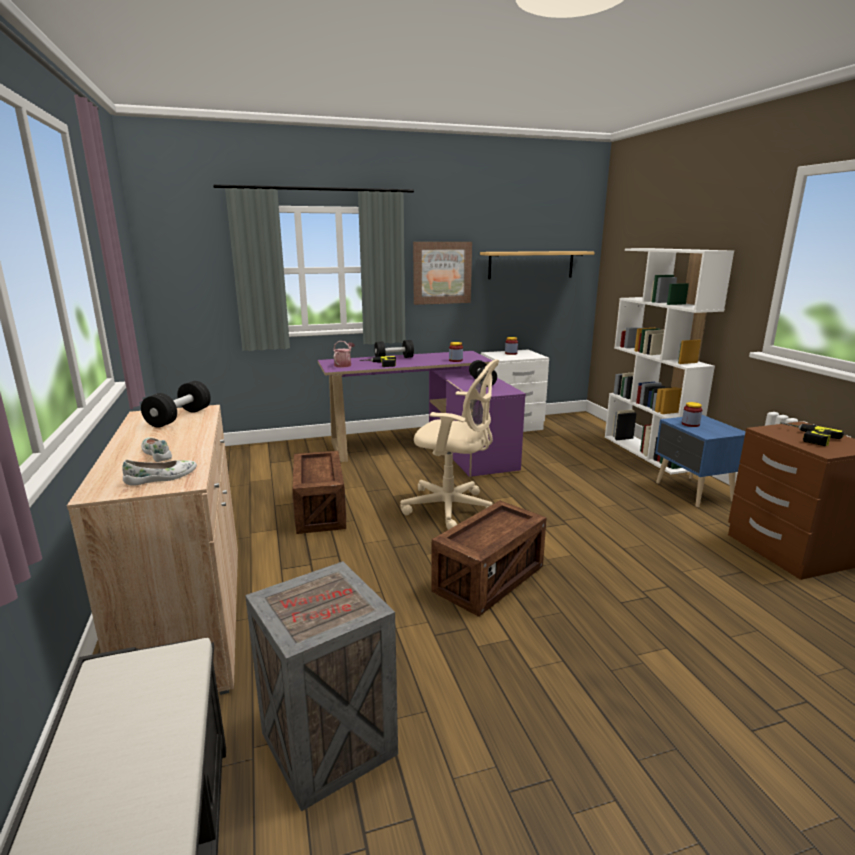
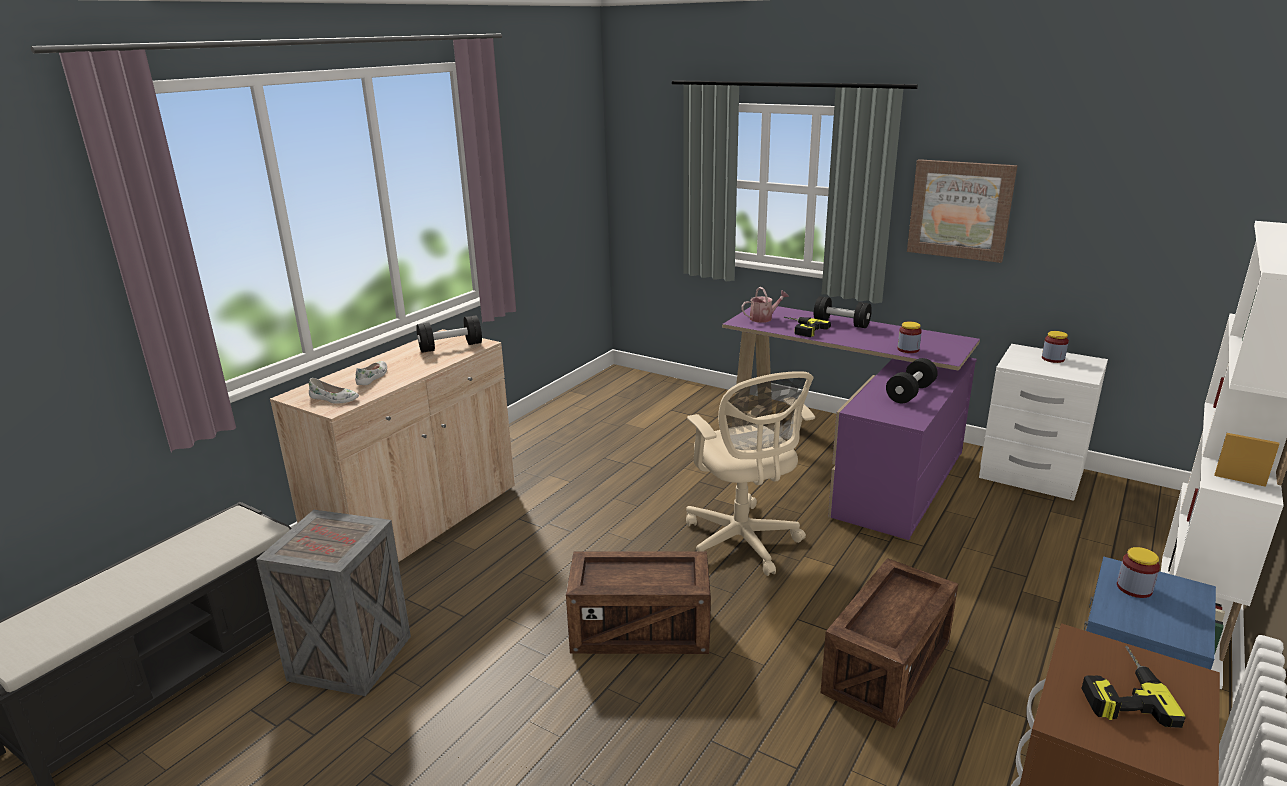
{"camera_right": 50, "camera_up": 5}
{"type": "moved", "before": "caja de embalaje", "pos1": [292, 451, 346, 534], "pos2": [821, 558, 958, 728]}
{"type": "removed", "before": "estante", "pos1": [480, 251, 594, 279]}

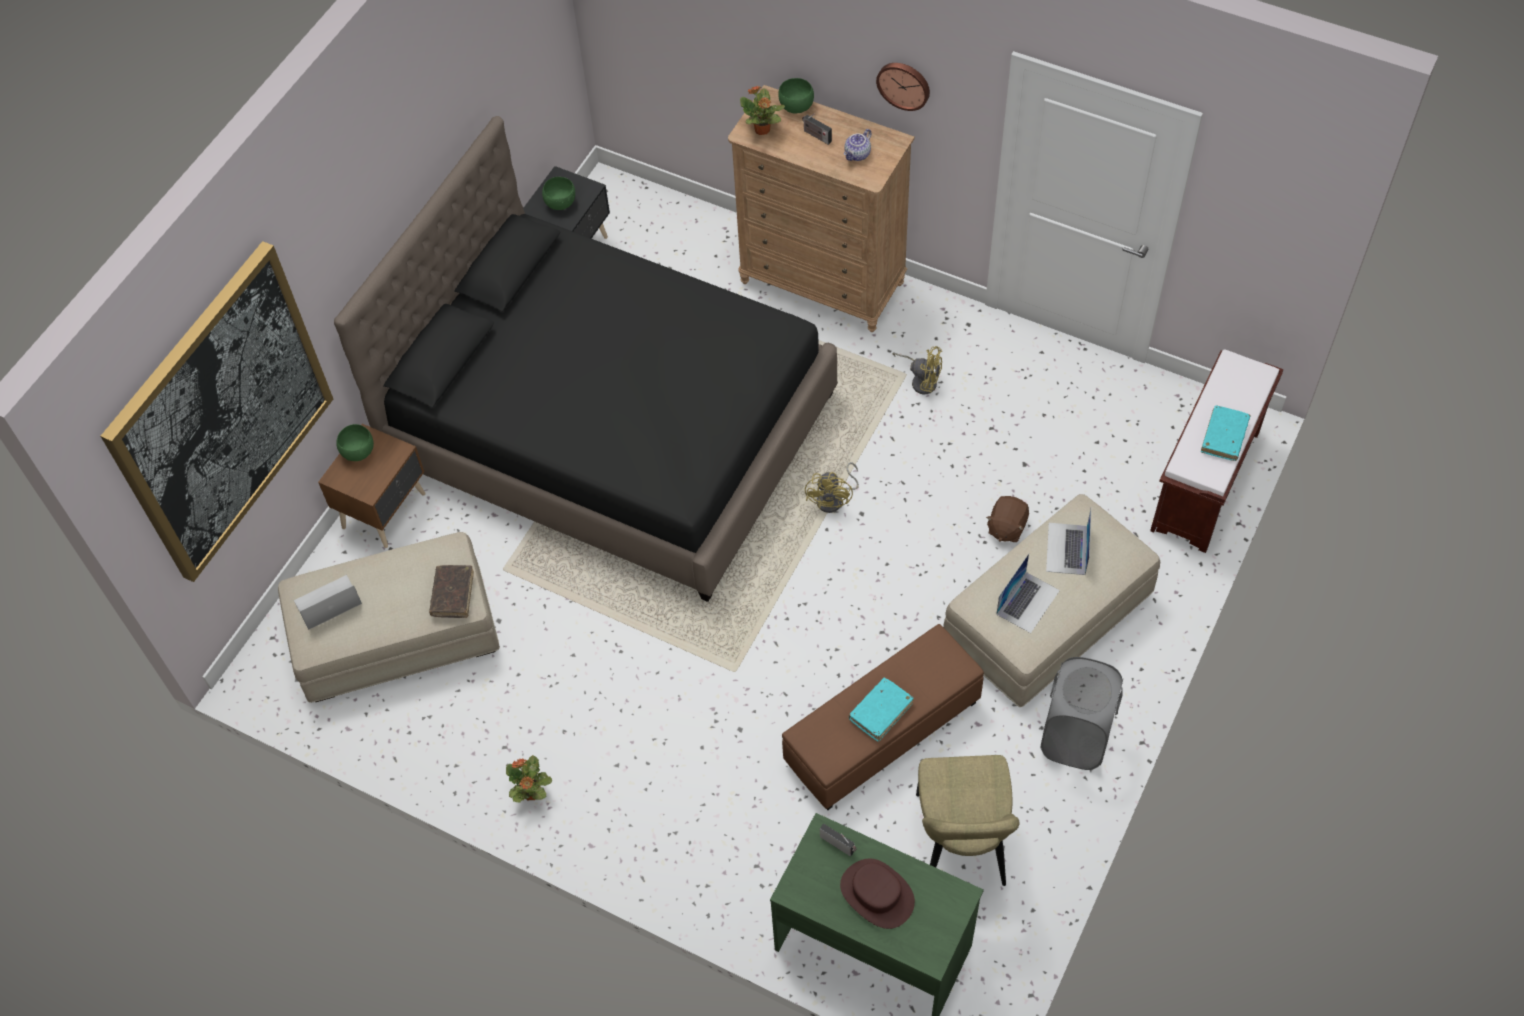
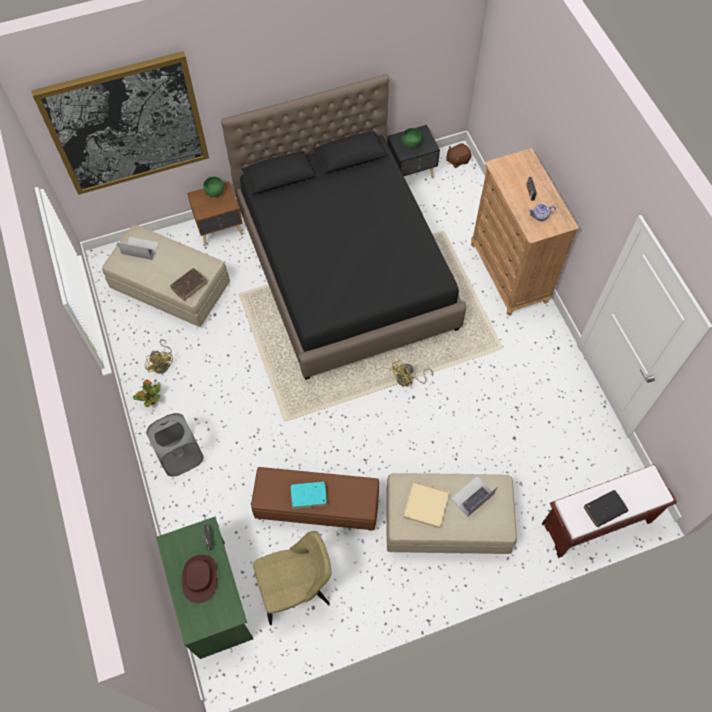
{"camera_right": 40, "camera_up": 5}
{"type": "removed", "before": "planta en maceta", "pos1": [740, 86, 785, 135]}
{"type": "removed", "before": "cuenco/verde", "pos1": [778, 78, 814, 114]}
{"type": "removed", "before": "reloj de pared", "pos1": [876, 63, 930, 111]}
{"type": "moved", "before": "ventilador/amarillo", "pos1": [892, 346, 942, 395], "pos2": [145, 339, 173, 374]}
{"type": "turned", "before": "silla/beis", "pos1": [916, 755, 1019, 886], "pos2": [253, 531, 331, 625], "turn": -150}
{"type": "moved", "before": "peluche/marrón", "pos1": [986, 496, 1029, 542], "pos2": [446, 143, 472, 168]}
{"type": "replaced", "before": "portátil", "after": "bandeja/beis", "pos1": [996, 554, 1060, 633], "pos2": [403, 481, 449, 528]}
{"type": "moved", "before": "cesto de la ropa/gris", "pos1": [1040, 657, 1123, 770], "pos2": [146, 413, 204, 477]}
{"type": "recoloured", "before": "libro/turquesa", "after": "libro/negro", "pos1": [1201, 406, 1251, 461], "pos2": [584, 490, 629, 527]}

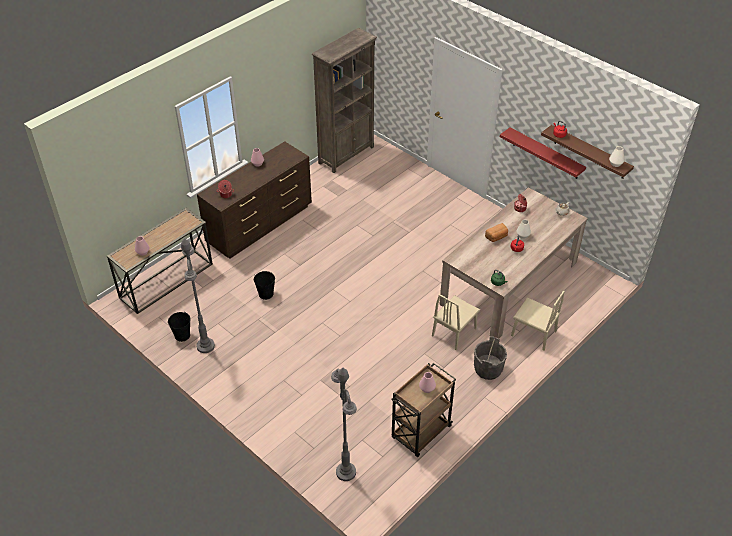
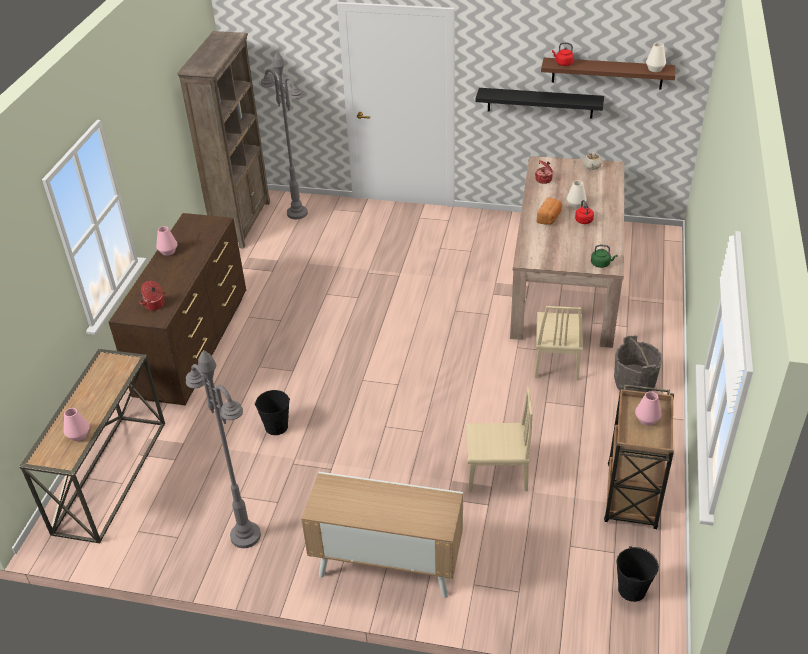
{"camera_right": -30, "camera_up": -5}
{"type": "moved", "before": "cubo/negro", "pos1": [168, 312, 191, 342], "pos2": [617, 546, 659, 602]}
{"type": "moved", "before": "lámpara de pie/gris", "pos1": [331, 368, 357, 481], "pos2": [261, 52, 308, 219]}
{"type": "recoloured", "before": "estante/rojo", "after": "estante/negro", "pos1": [500, 127, 586, 179], "pos2": [476, 88, 604, 119]}
{"type": "moved", "before": "silla/beis", "pos1": [511, 290, 565, 351], "pos2": [466, 387, 532, 492]}
{"type": "added", "after": "armario", "pos2": [301, 472, 463, 598]}

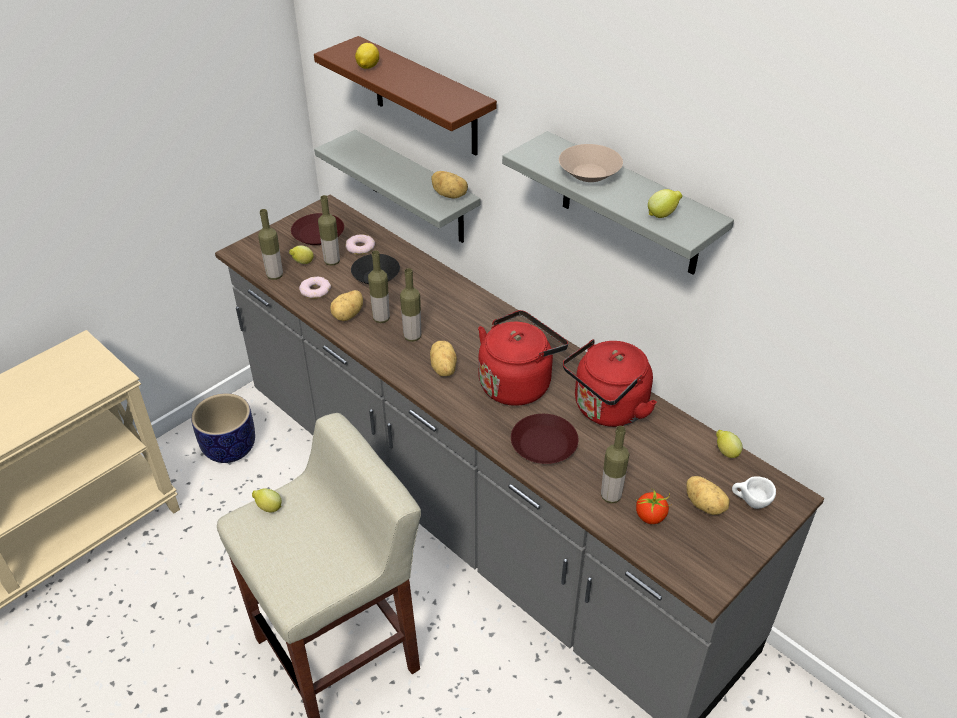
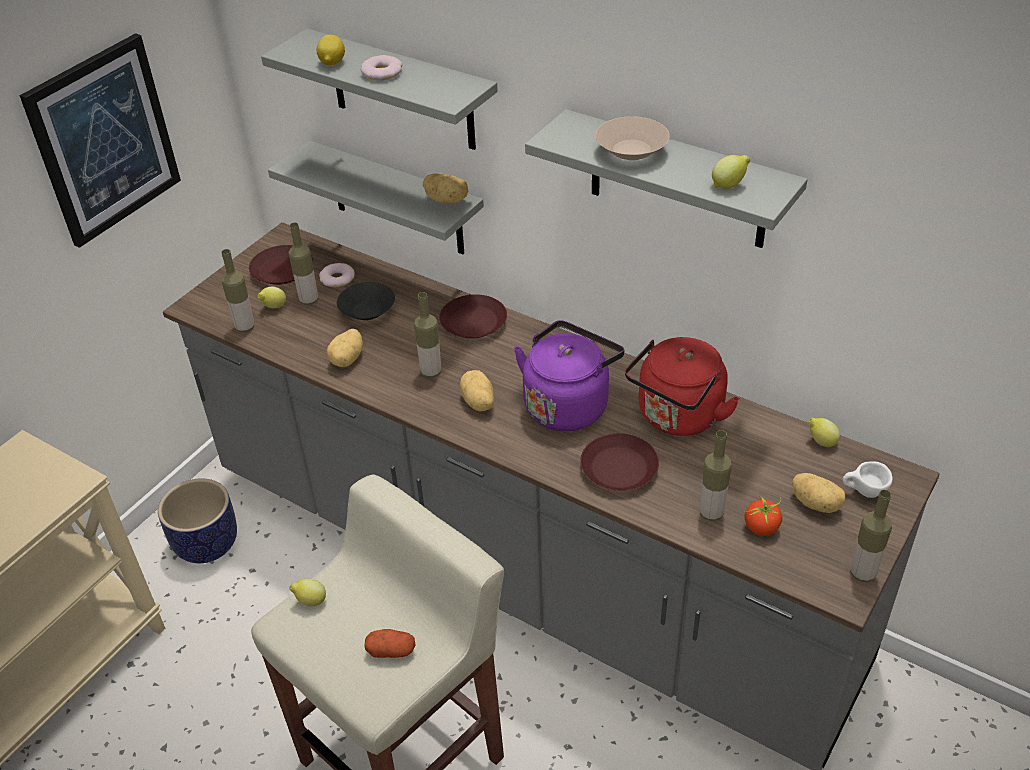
{"camera_right": -10, "camera_up": 0}
{"type": "moved", "before": "rosquilla", "pos1": [299, 277, 331, 299], "pos2": [361, 55, 403, 80]}
{"type": "recoloured", "before": "estante/marrón", "after": "estante/gris", "pos1": [314, 36, 497, 155], "pos2": [261, 29, 498, 150]}
{"type": "moved", "before": "botella", "pos1": [368, 250, 390, 323], "pos2": [851, 490, 892, 582]}
{"type": "recoloured", "before": "hervidor/rojo", "after": "hervidor/morado", "pos1": [478, 310, 568, 406], "pos2": [514, 320, 624, 431]}
{"type": "added", "after": "cuadro", "pos2": [19, 33, 181, 248]}
{"type": "added", "after": "patata", "pos2": [364, 629, 415, 658]}
{"type": "added", "after": "plato/marrón", "pos2": [439, 294, 507, 338]}

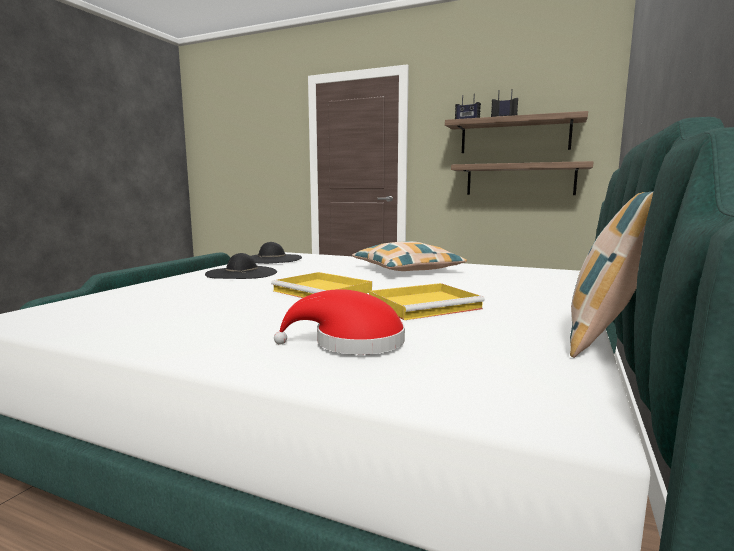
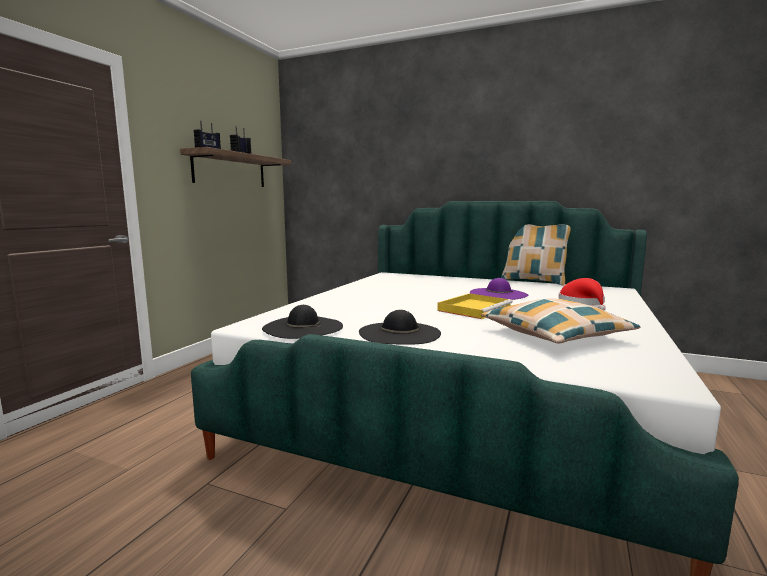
{"camera_right": -90, "camera_up": 0}
{"type": "moved", "before": "cojín", "pos1": [352, 241, 467, 271], "pos2": [482, 299, 640, 343]}
{"type": "replaced", "before": "bandeja/amarillo", "after": "sombrero/morado", "pos1": [369, 283, 485, 320], "pos2": [470, 278, 528, 300]}
{"type": "removed", "before": "estante", "pos1": [451, 161, 594, 195]}

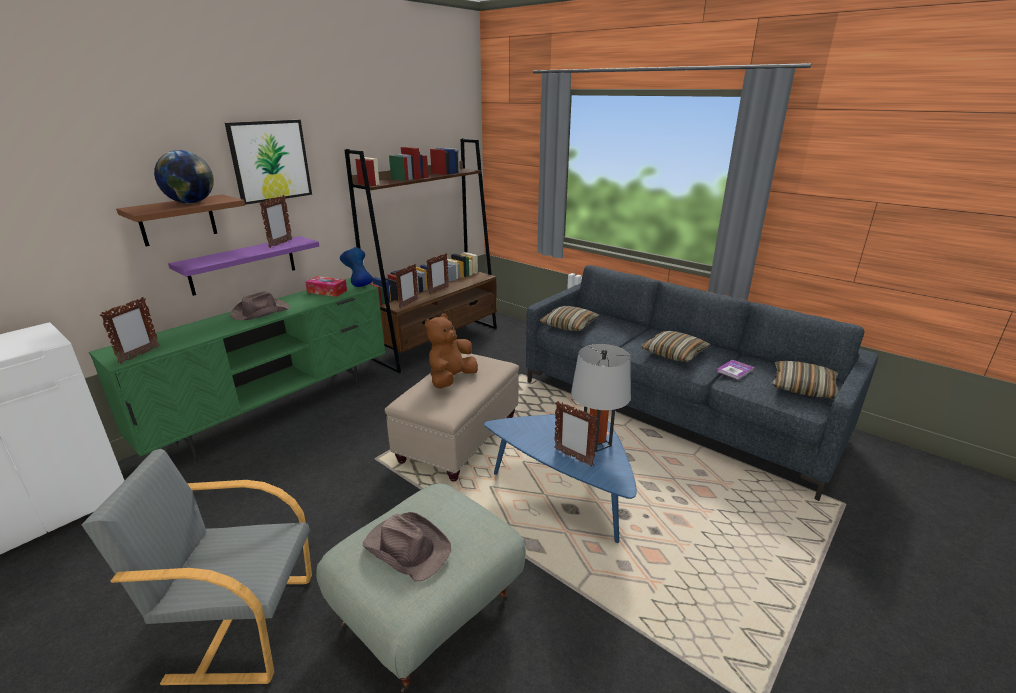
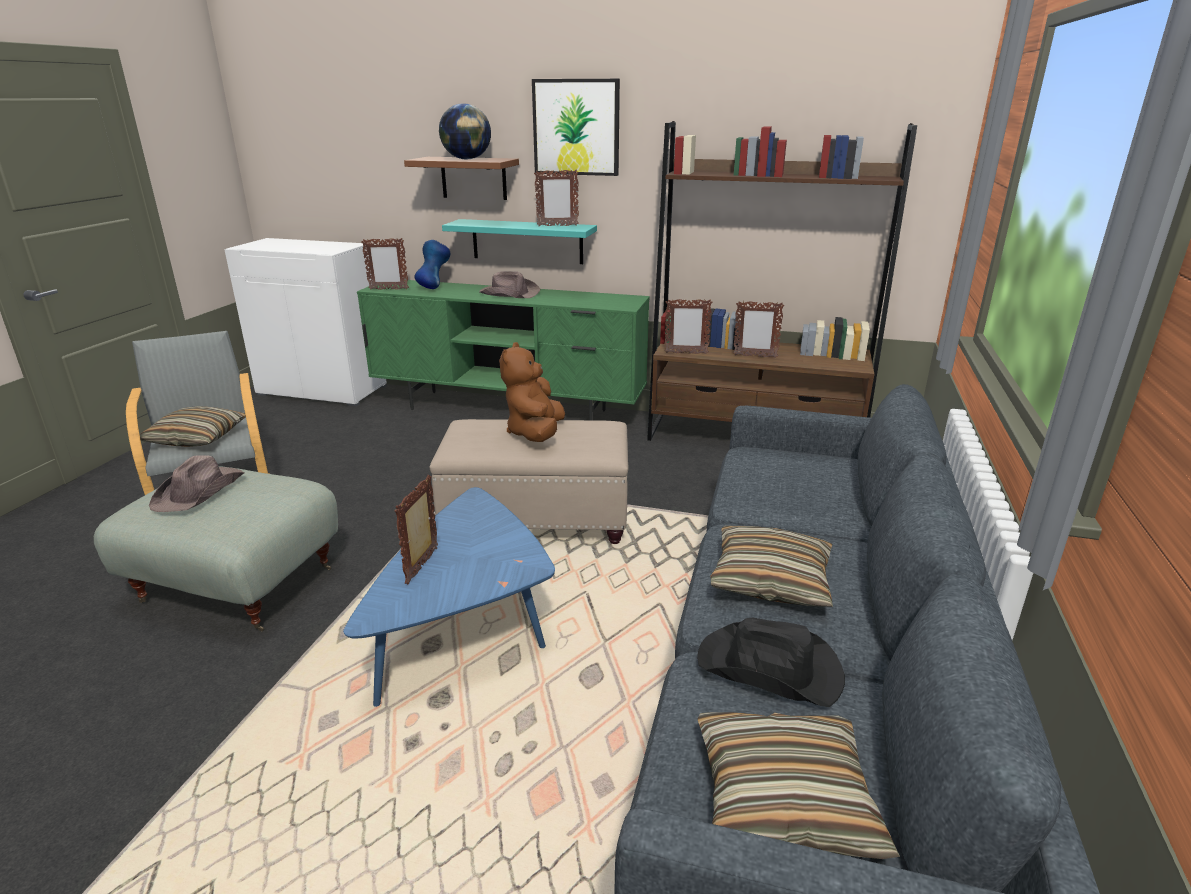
{"camera_right": 65, "camera_up": 0}
{"type": "recoloured", "before": "estante/morado", "after": "estante/turquesa", "pos1": [168, 236, 319, 296], "pos2": [442, 219, 597, 264]}
{"type": "removed", "before": "caja de pañuelos", "pos1": [305, 276, 347, 297]}
{"type": "moved", "before": "florero/azul", "pos1": [340, 247, 373, 287], "pos2": [415, 240, 450, 289]}
{"type": "turned", "before": "peluche/marrón", "pos1": [425, 314, 478, 388], "pos2": [499, 342, 565, 442], "turn": -90}
{"type": "moved", "before": "cojín", "pos1": [540, 306, 599, 331], "pos2": [140, 406, 246, 447]}
{"type": "removed", "before": "lámpara de mesa/gris", "pos1": [571, 344, 631, 452]}
{"type": "replaced", "before": "libro", "after": "sombrero/negro", "pos1": [716, 360, 754, 380], "pos2": [697, 618, 845, 707]}

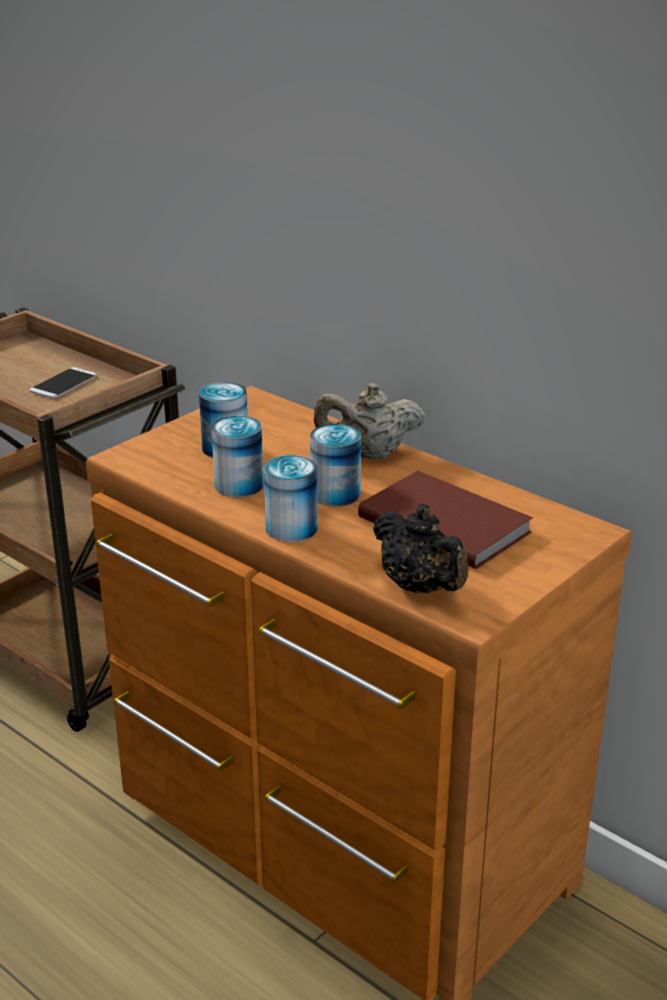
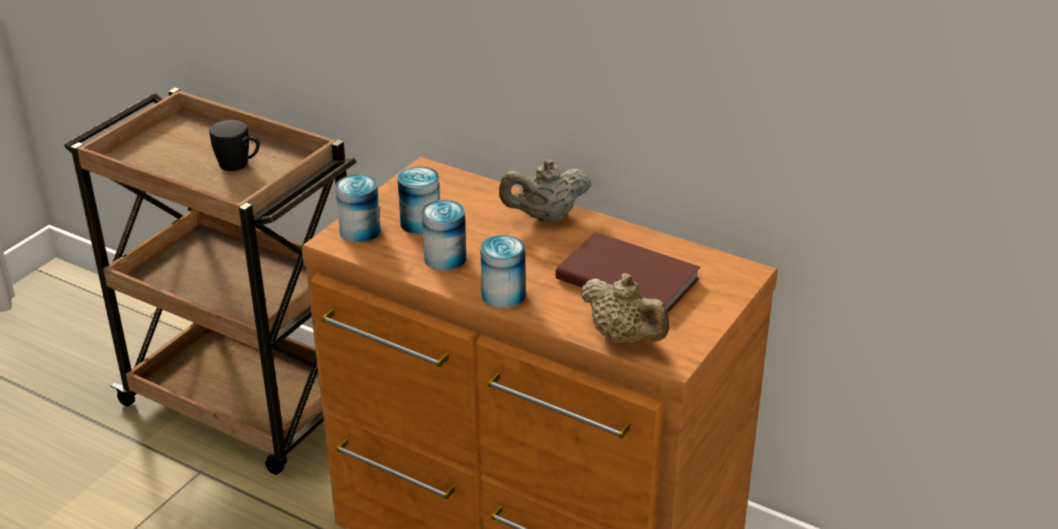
{"camera_right": -10, "camera_up": 5}
{"type": "replaced", "before": "móvil", "after": "taza grande/negro", "pos1": [30, 367, 97, 398], "pos2": [209, 120, 260, 171]}
{"type": "moved", "before": "lata", "pos1": [310, 424, 361, 507], "pos2": [335, 174, 381, 243]}
{"type": "recoloured", "before": "tetera/negro", "after": "tetera/beis", "pos1": [373, 504, 468, 594], "pos2": [580, 273, 669, 344]}

